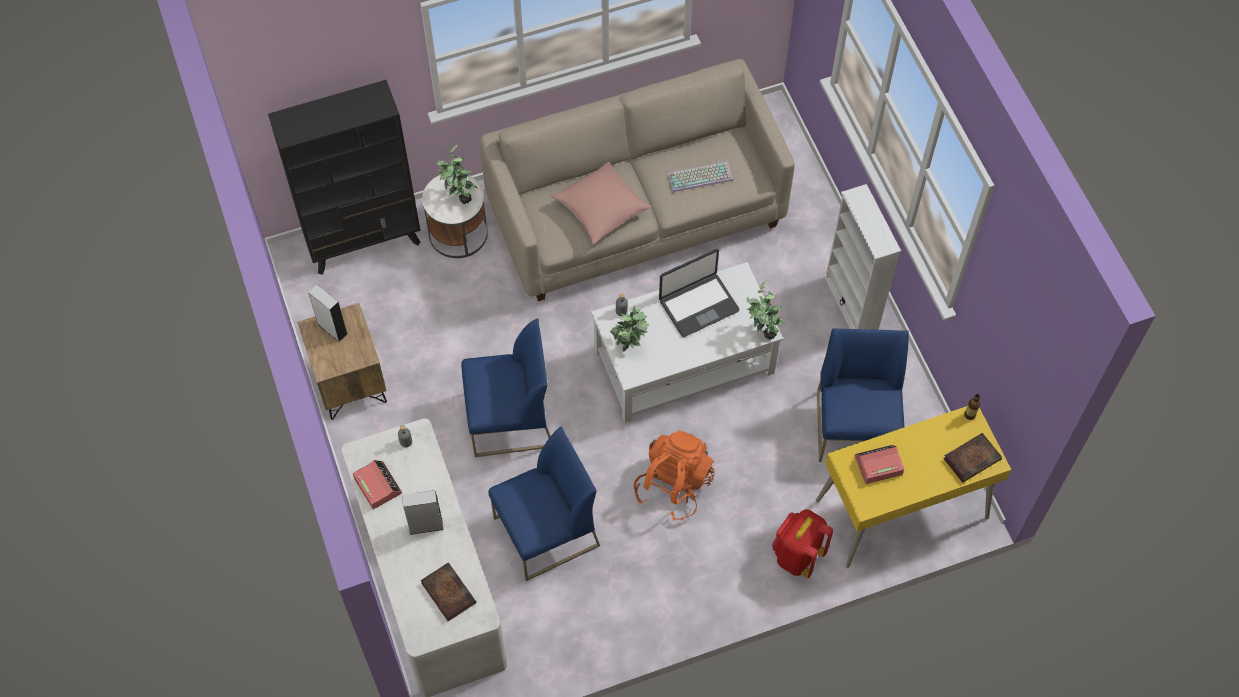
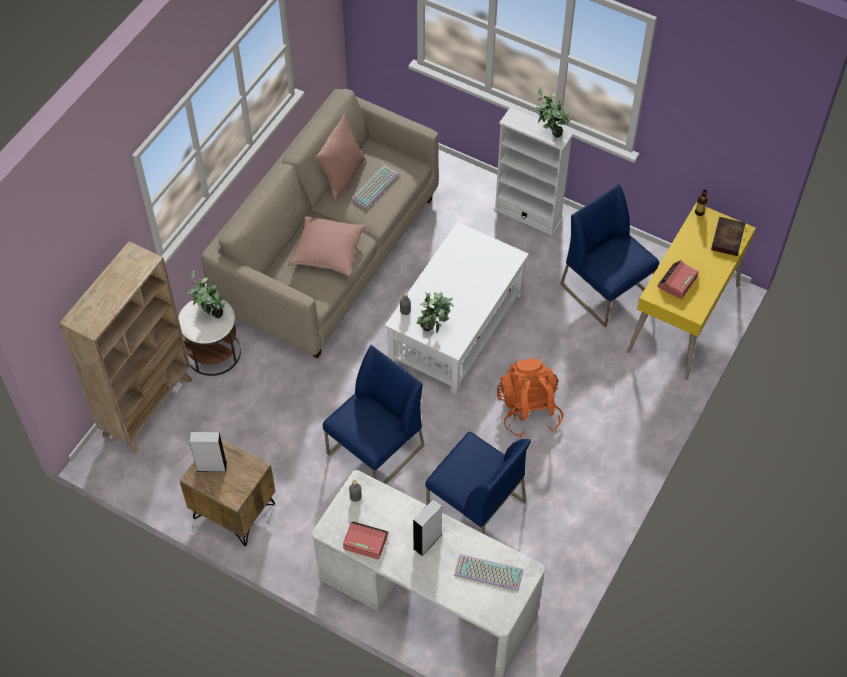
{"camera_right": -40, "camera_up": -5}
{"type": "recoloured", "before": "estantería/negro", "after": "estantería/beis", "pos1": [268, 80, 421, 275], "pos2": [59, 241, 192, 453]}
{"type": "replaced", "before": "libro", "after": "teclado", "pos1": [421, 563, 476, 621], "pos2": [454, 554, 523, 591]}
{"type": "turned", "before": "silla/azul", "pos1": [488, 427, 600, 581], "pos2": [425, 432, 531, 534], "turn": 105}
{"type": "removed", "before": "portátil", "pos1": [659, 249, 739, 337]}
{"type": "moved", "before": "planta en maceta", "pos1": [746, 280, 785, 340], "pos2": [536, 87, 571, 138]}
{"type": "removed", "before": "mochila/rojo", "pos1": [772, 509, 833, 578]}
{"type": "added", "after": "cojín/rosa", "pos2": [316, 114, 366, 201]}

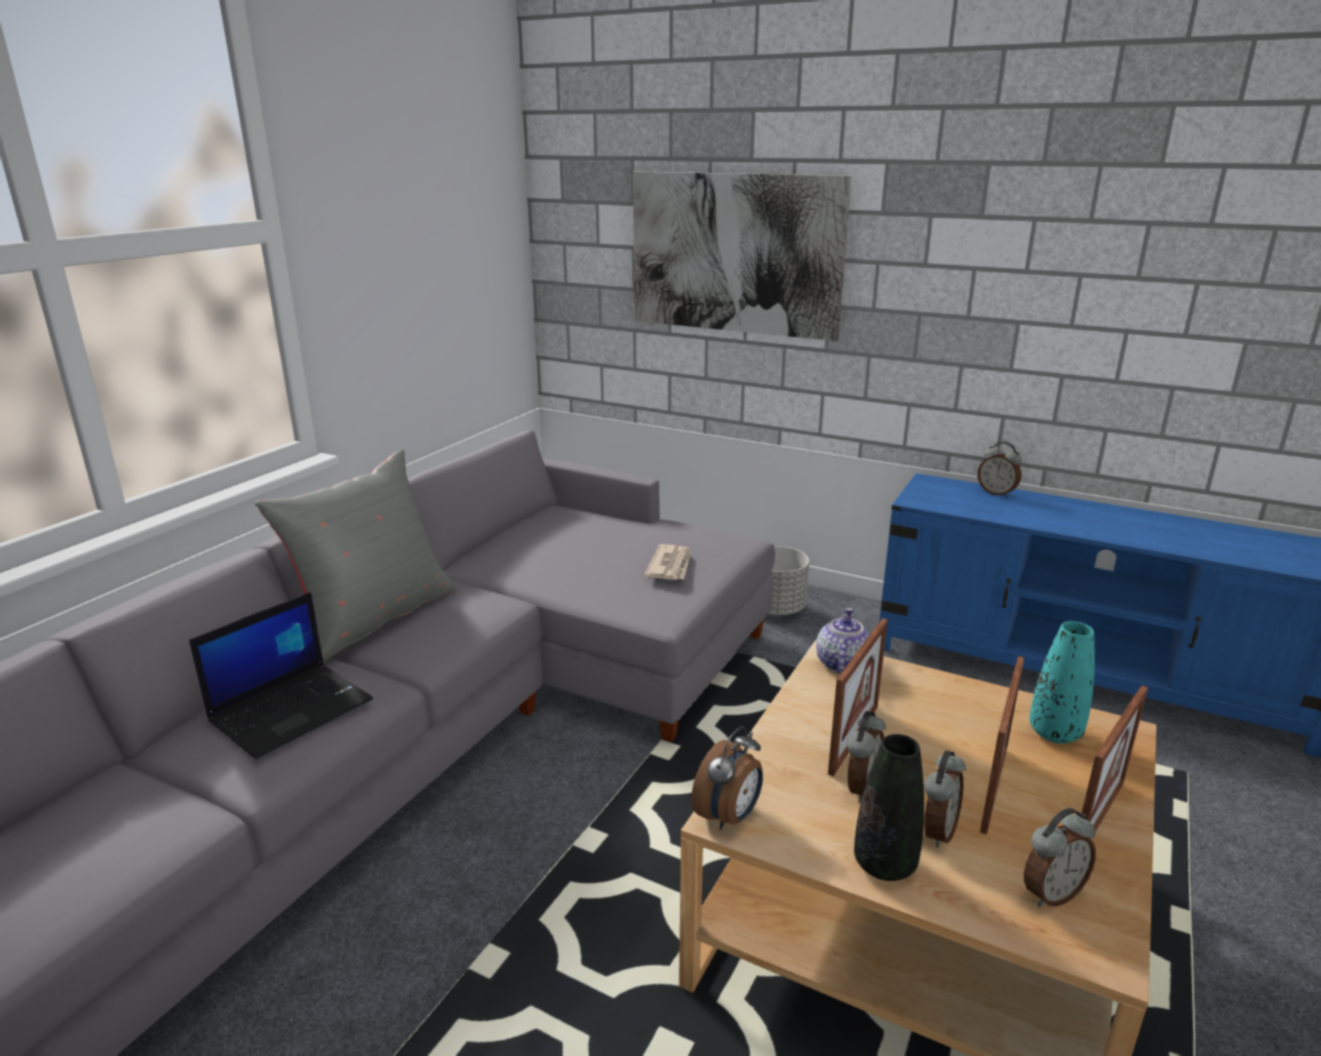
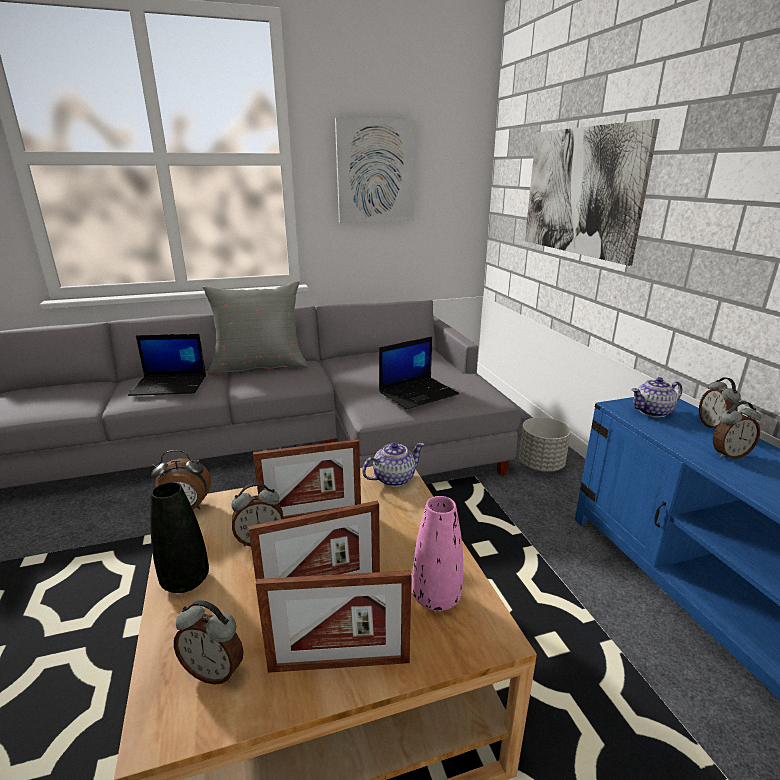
{"camera_right": 45, "camera_up": 0}
{"type": "replaced", "before": "periódico", "after": "portátil", "pos1": [644, 544, 692, 580], "pos2": [379, 337, 459, 410]}
{"type": "moved", "before": "despertador", "pos1": [924, 750, 966, 848], "pos2": [713, 401, 761, 459]}
{"type": "recoloured", "before": "florero/turquesa", "after": "florero/rosa", "pos1": [1029, 621, 1095, 743], "pos2": [412, 496, 463, 611]}
{"type": "added", "after": "cuadro", "pos2": [335, 117, 415, 223]}
{"type": "added", "after": "tetera", "pos2": [632, 377, 682, 418]}

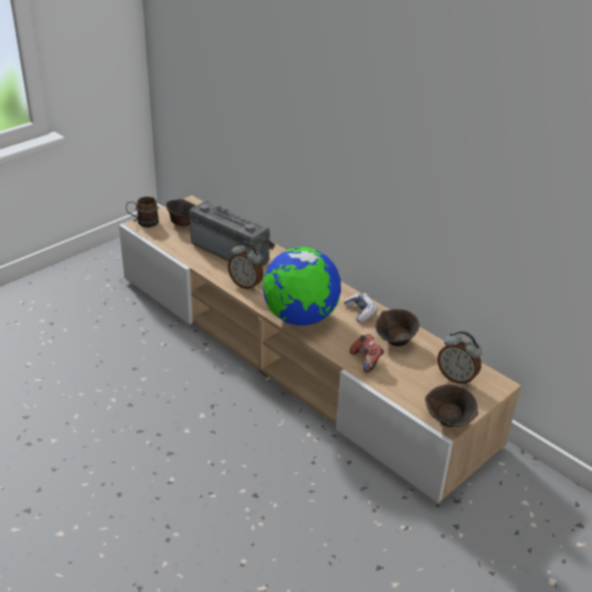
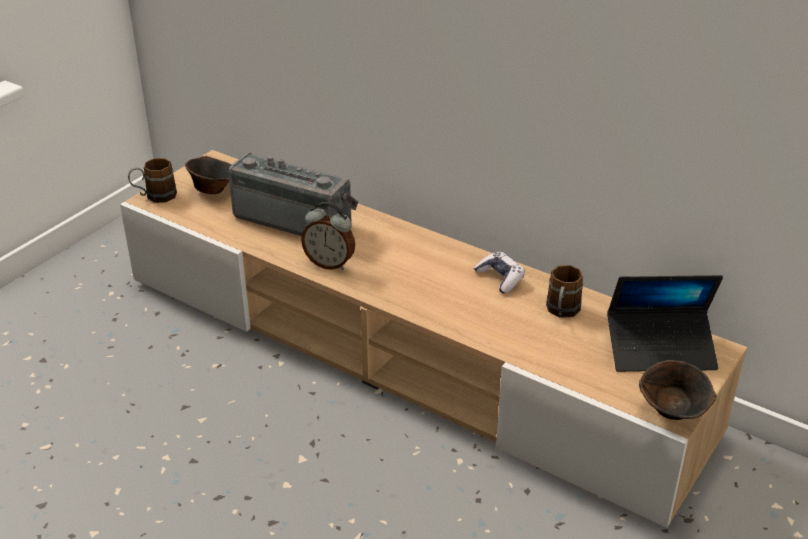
{"camera_right": -10, "camera_up": 0}
{"type": "removed", "before": "globo terráqueo", "pos1": [263, 247, 341, 326]}
{"type": "removed", "before": "mando de consola", "pos1": [350, 334, 384, 373]}
{"type": "replaced", "before": "cuenco/marrón", "after": "taza grande/marrón", "pos1": [375, 309, 419, 346], "pos2": [546, 265, 583, 318]}
{"type": "replaced", "before": "despertador", "after": "portátil", "pos1": [437, 331, 482, 385], "pos2": [607, 275, 723, 372]}

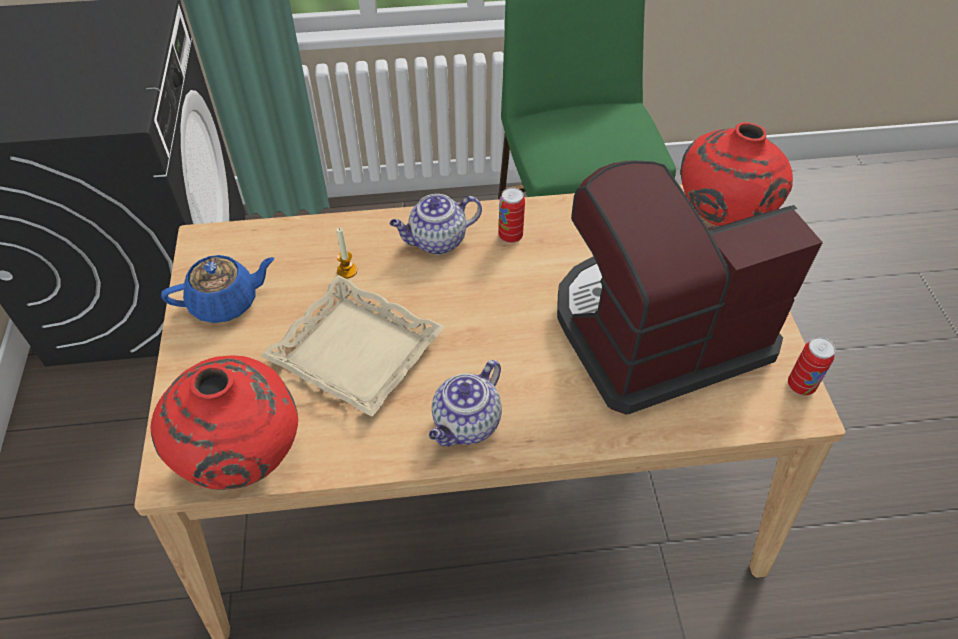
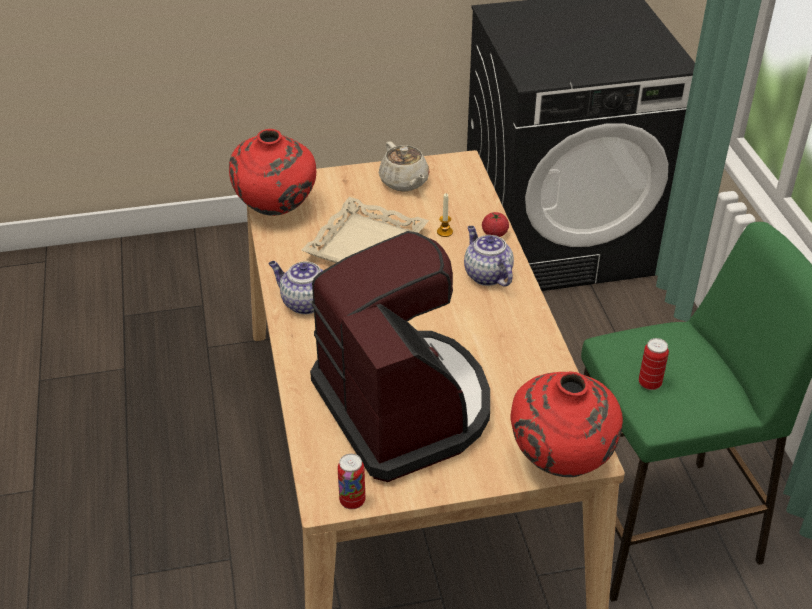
{"camera_right": 85, "camera_up": -10}
{"type": "recoloured", "before": "tetera/azul", "after": "tetera/beis", "pos1": [161, 255, 275, 323], "pos2": [379, 141, 429, 192]}
{"type": "moved", "before": "lata", "pos1": [499, 187, 525, 243], "pos2": [639, 338, 669, 390]}
{"type": "added", "after": "tomate", "pos2": [482, 212, 509, 237]}

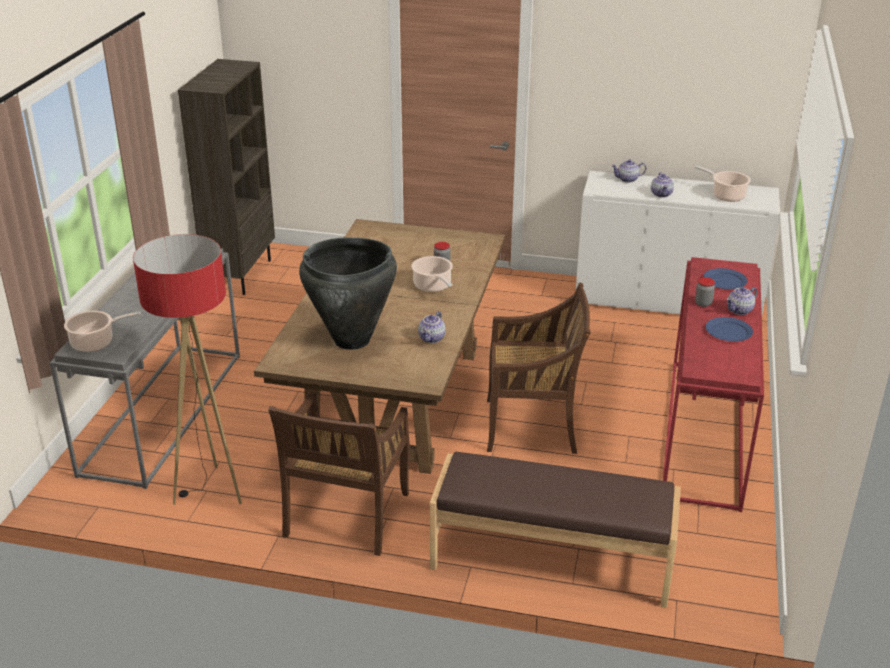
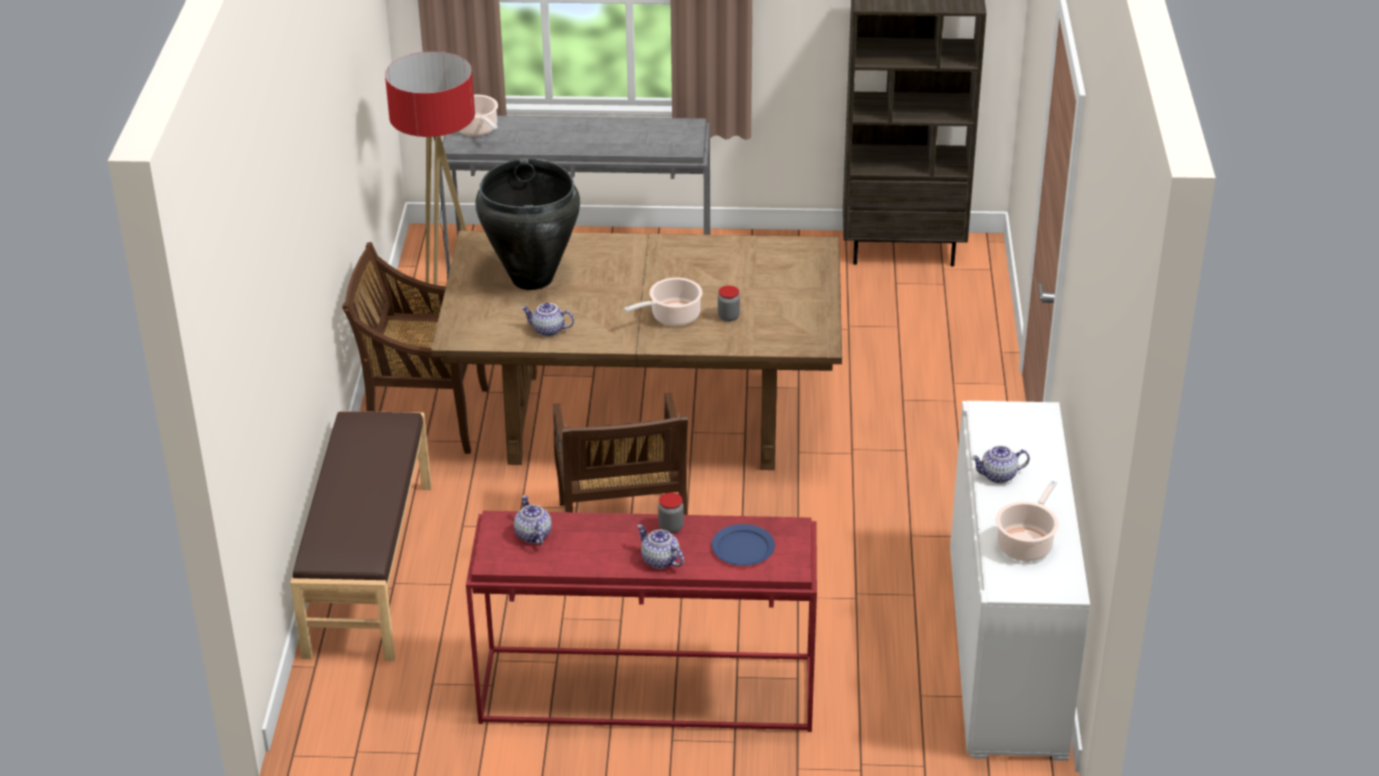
{"camera_right": 80, "camera_up": 5}
{"type": "moved", "before": "tetera", "pos1": [611, 159, 646, 183], "pos2": [514, 495, 552, 545]}
{"type": "removed", "before": "plato/azul", "pos1": [706, 317, 753, 342]}

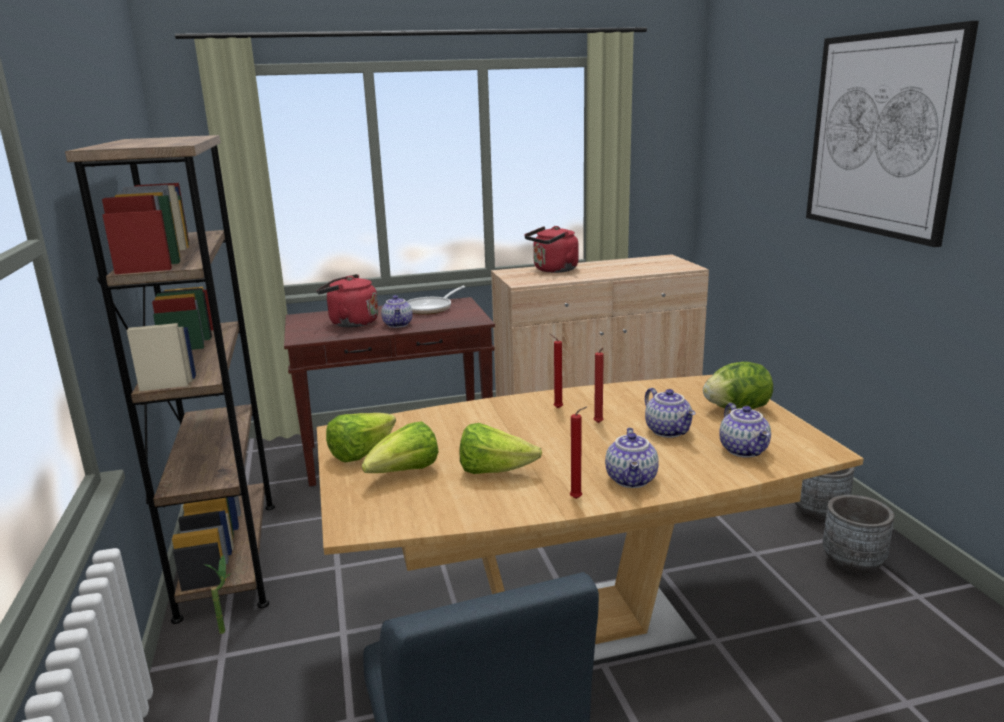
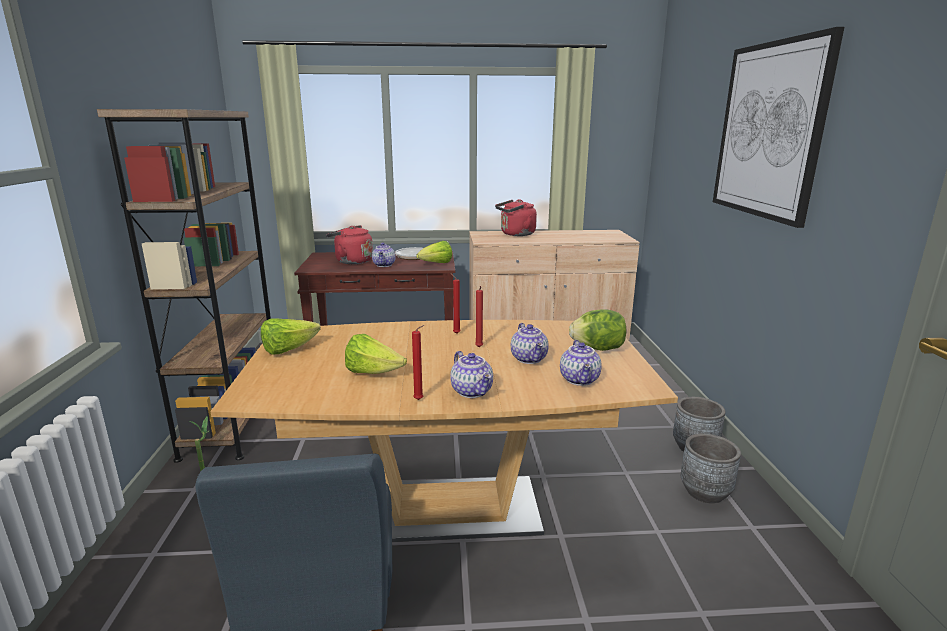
{"camera_right": 10, "camera_up": 0}
{"type": "moved", "before": "lechuga", "pos1": [362, 421, 438, 473], "pos2": [416, 241, 452, 263]}
{"type": "turned", "before": "tetera", "pos1": [605, 428, 659, 488], "pos2": [450, 351, 493, 398], "turn": -45}

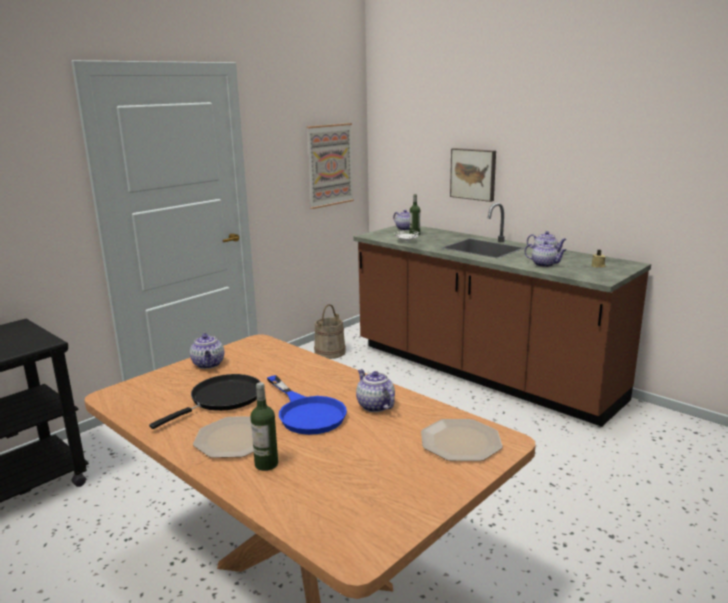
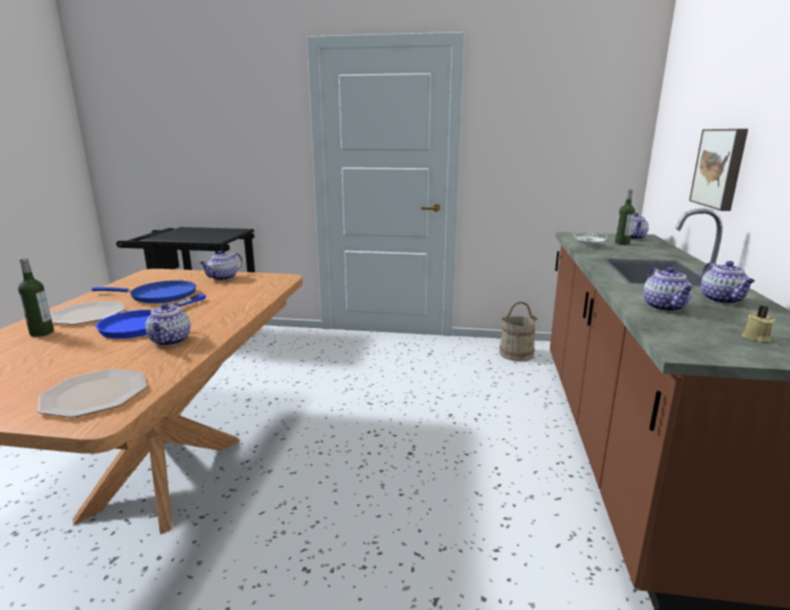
{"camera_right": 55, "camera_up": 0}
{"type": "recoloured", "before": "sartén/negro", "after": "sartén/azul", "pos1": [149, 374, 261, 429], "pos2": [92, 280, 196, 303]}
{"type": "removed", "before": "cuadro", "pos1": [306, 123, 354, 209]}
{"type": "turned", "before": "tetera", "pos1": [356, 369, 395, 412], "pos2": [145, 302, 191, 346], "turn": 150}

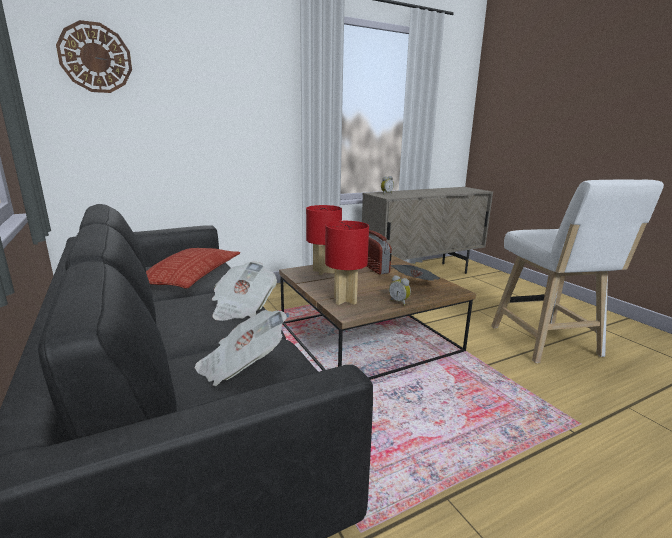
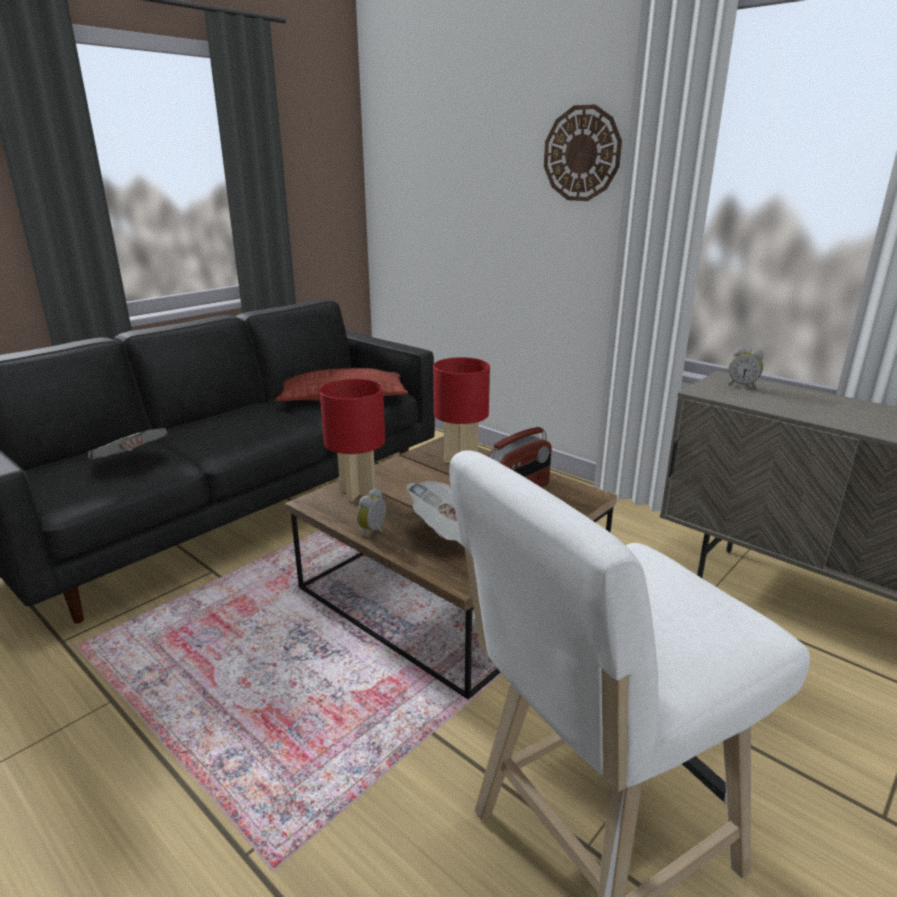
{"camera_right": 70, "camera_up": 5}
{"type": "moved", "before": "reloj de pared", "pos1": [56, 20, 132, 93], "pos2": [544, 104, 622, 201]}
{"type": "removed", "before": "periódico", "pos1": [212, 261, 277, 321]}

